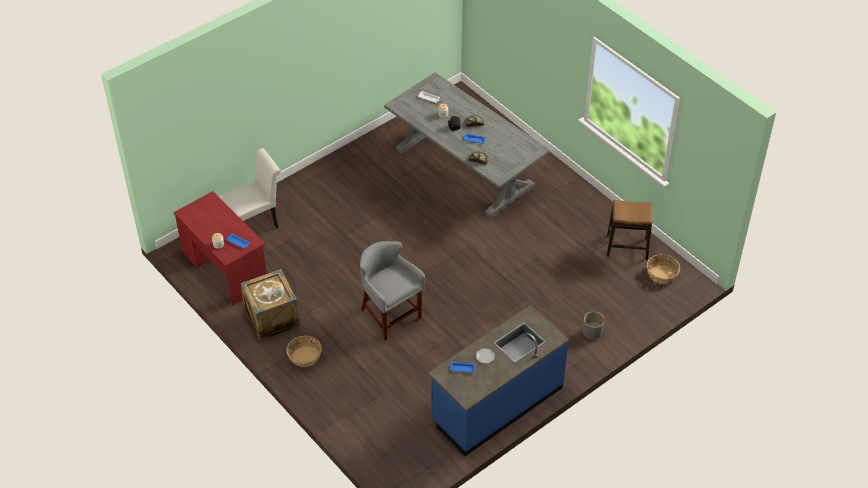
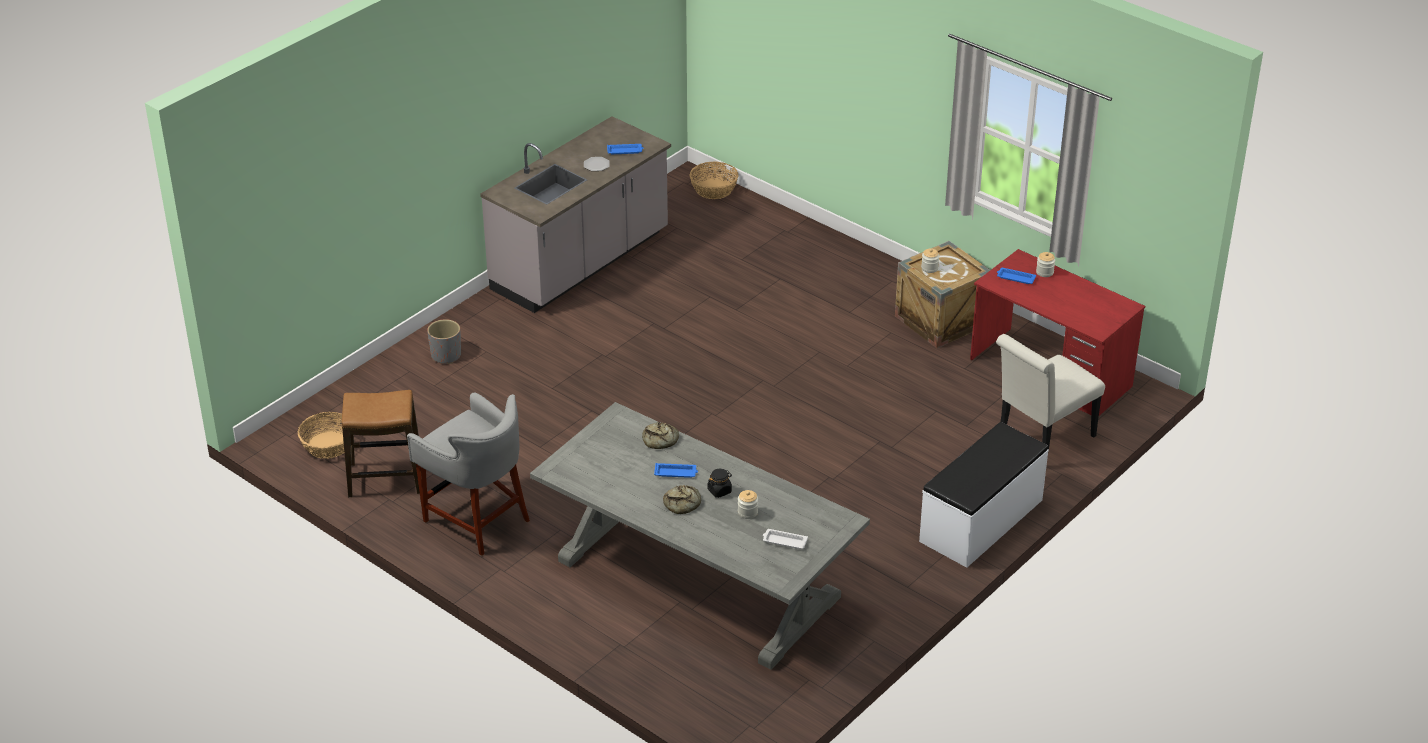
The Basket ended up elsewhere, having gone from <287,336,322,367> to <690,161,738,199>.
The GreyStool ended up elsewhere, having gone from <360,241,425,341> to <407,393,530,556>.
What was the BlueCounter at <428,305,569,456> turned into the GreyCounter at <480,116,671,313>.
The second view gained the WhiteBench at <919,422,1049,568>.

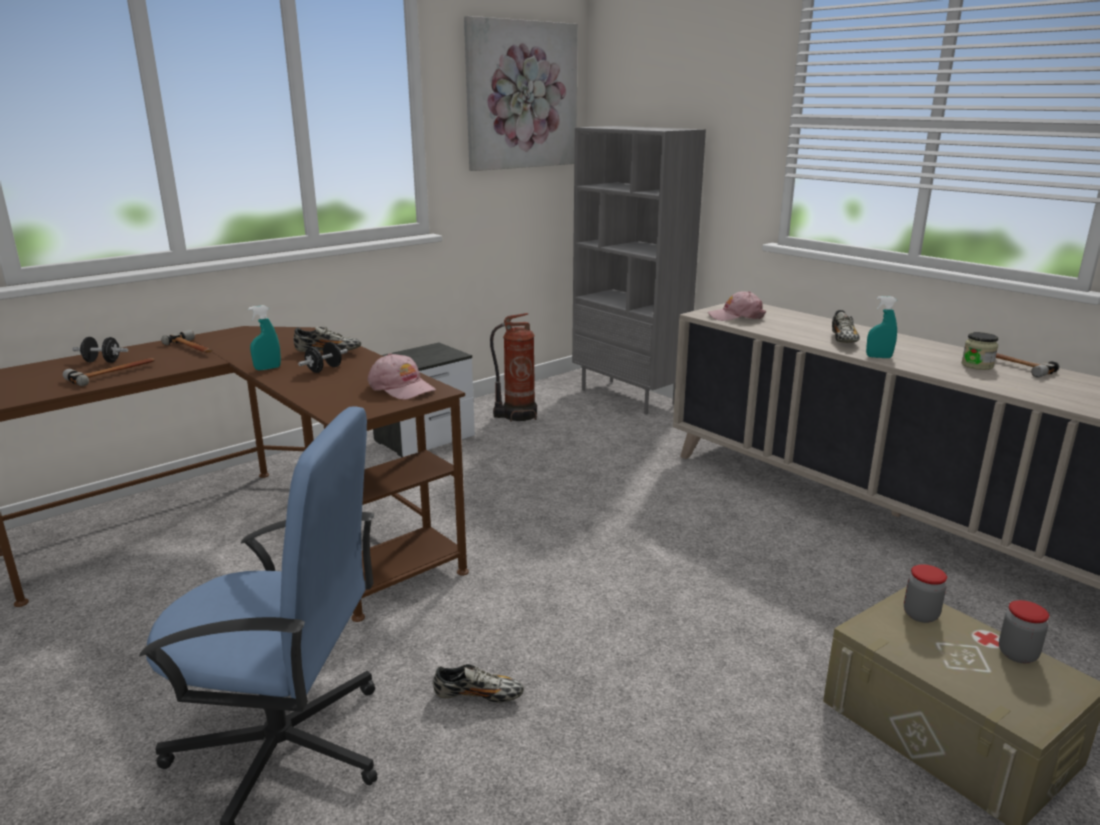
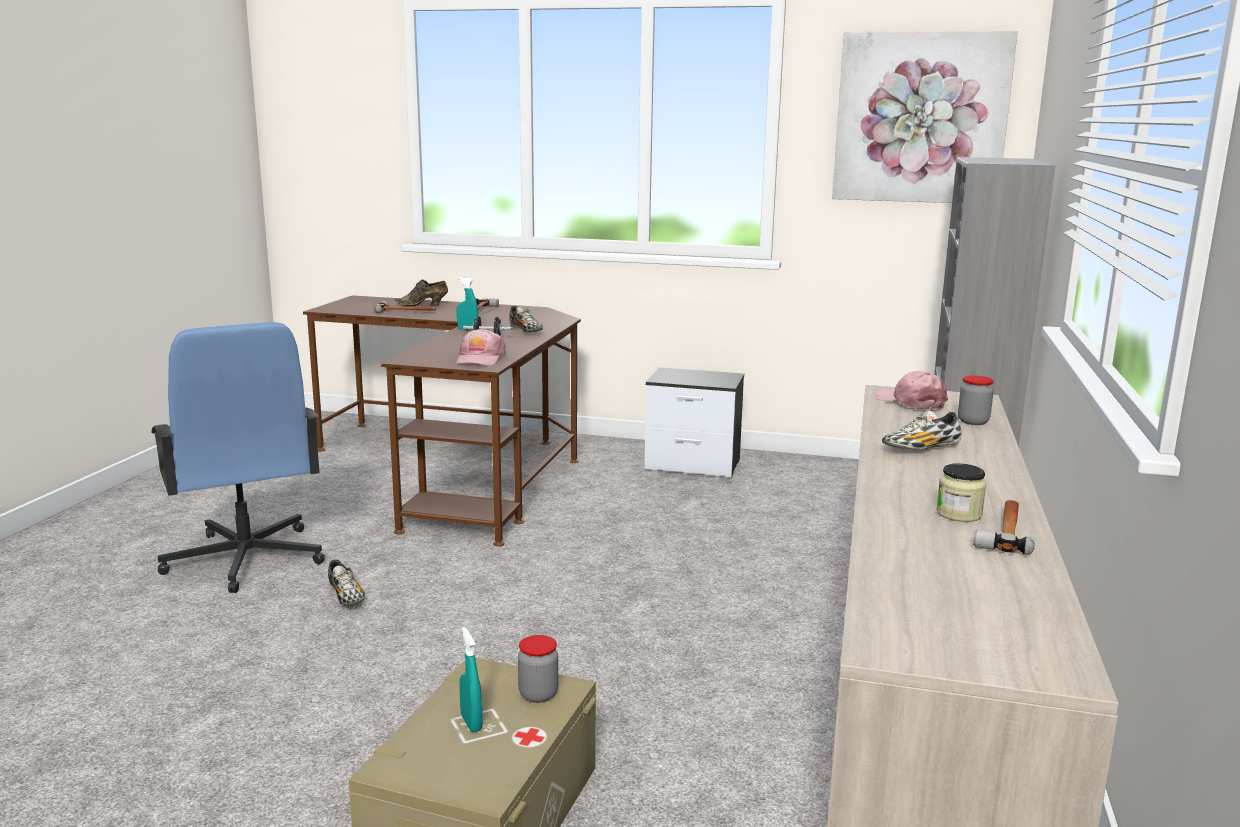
Where the BlackDumbbell stood at <72,337,128,363>, the BrownShoe came to stand at <394,279,448,306>.
The second view lost the FireExtinguisher at <490,313,537,422>.
The TurquoiseSprayBottle ended up elsewhere, having gone from <866,296,897,358> to <459,627,482,732>.
The Jar ended up elsewhere, having gone from <999,600,1049,663> to <958,375,994,425>.

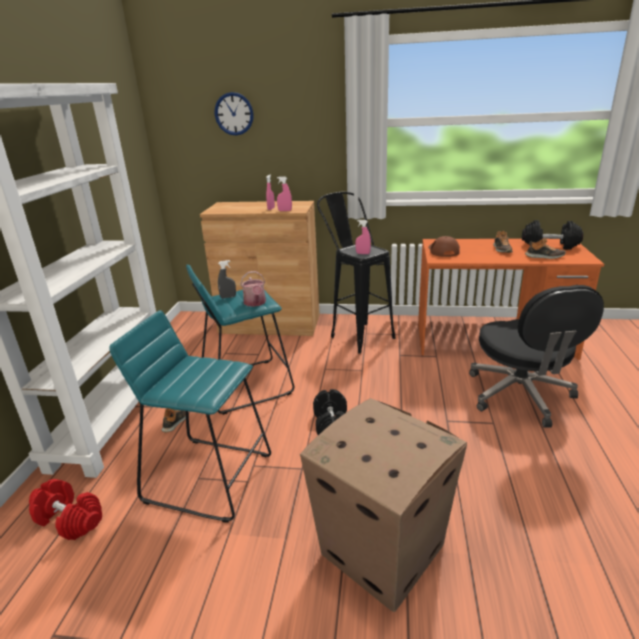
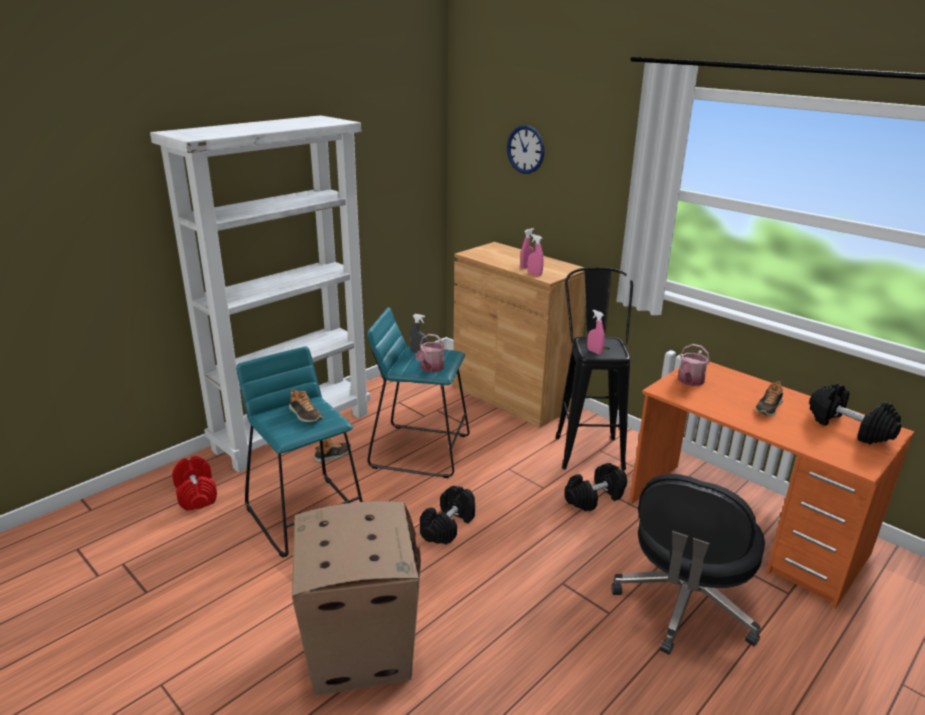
Where the BrownCap stood at <428,236,460,257>, the WateringCan came to stand at <678,344,710,386>.
The Shoe ended up elsewhere, having gone from <525,238,566,259> to <289,389,323,422>.
The second view gained the BlackDumbbell at <565,463,627,512>.

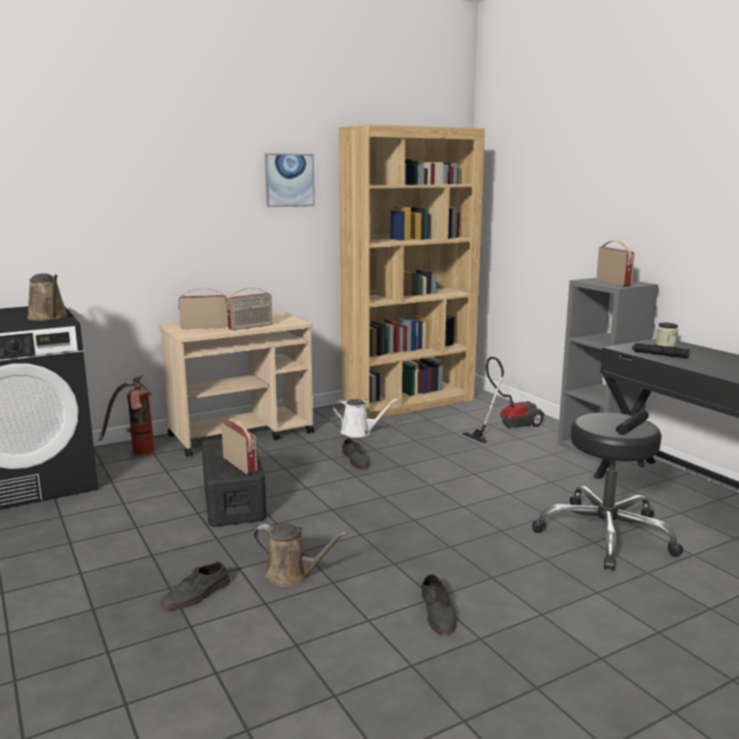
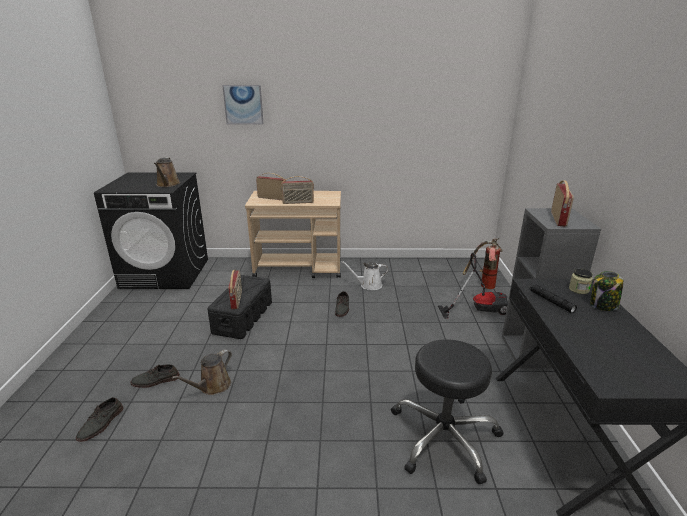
The FireExtinguisher ended up elsewhere, having gone from <99,375,155,455> to <463,238,503,289>.
The BrownWateringCan at <253,524,348,587> ended up facing another way, 75 degrees clockwise from before.
The Picture ended up elsewhere, having gone from <265,153,315,207> to <222,85,264,124>.
The WhiteWateringCan at <333,398,398,438> ended up facing another way, 135 degrees clockwise from before.
The second view lost the BrownBookcase at <339,124,485,419>.
The GreyShoe ended up elsewhere, having gone from <421,574,456,634> to <76,397,123,442>.
The second view lost the BlackFlashlight at <616,410,649,435>.
The second view gained the Jar at <590,271,624,311>.

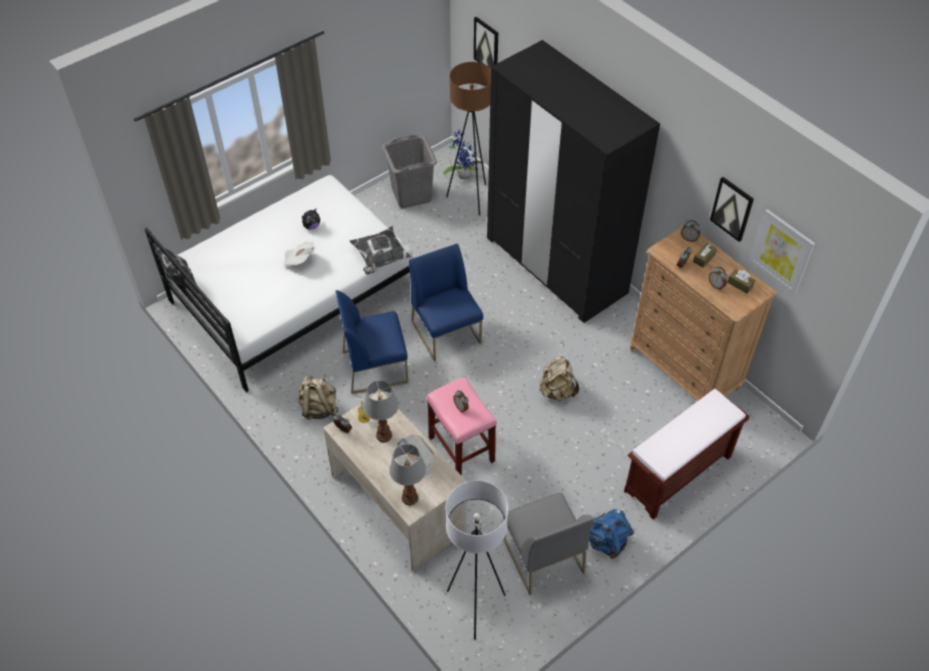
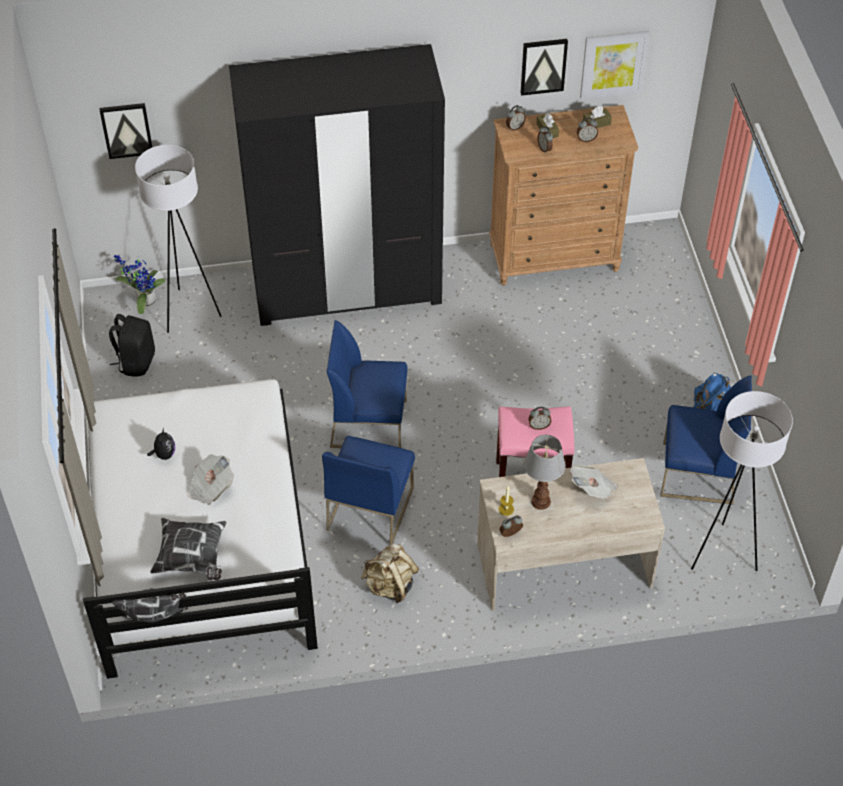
The Pillow ended up elsewhere, having gone from <350,226,411,275> to <150,518,226,580>.
Where the GreyLaundryBasket stood at <382,135,437,208>, the BlackBackpack came to stand at <109,314,155,377>.
The second view lost the TableLamp at <389,444,426,505>.
What was the BrownFloorLamp at <446,62,491,215> turned into the WhiteFloorLamp at <135,145,222,333>.
What was the GreyChair at <503,493,594,595> turned into the BlueChair at <660,375,752,505>.
The second view lost the BeigeBackpack at <539,355,579,401>.
The second view lost the BrownBench at <624,389,750,520>.

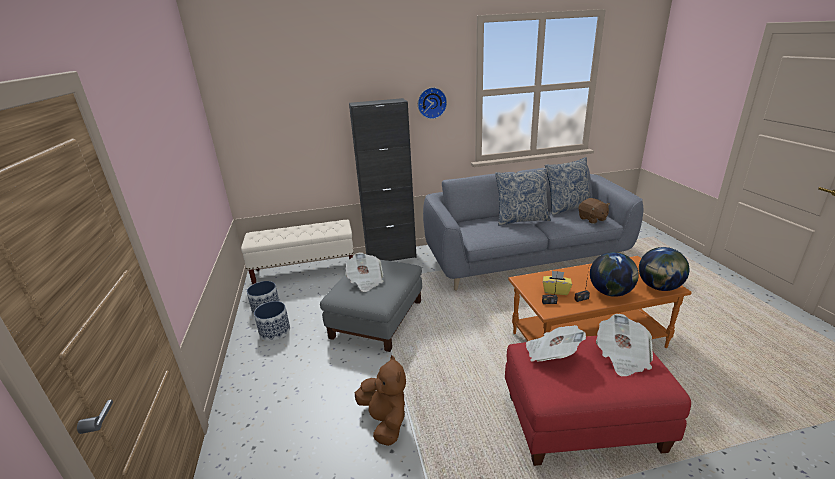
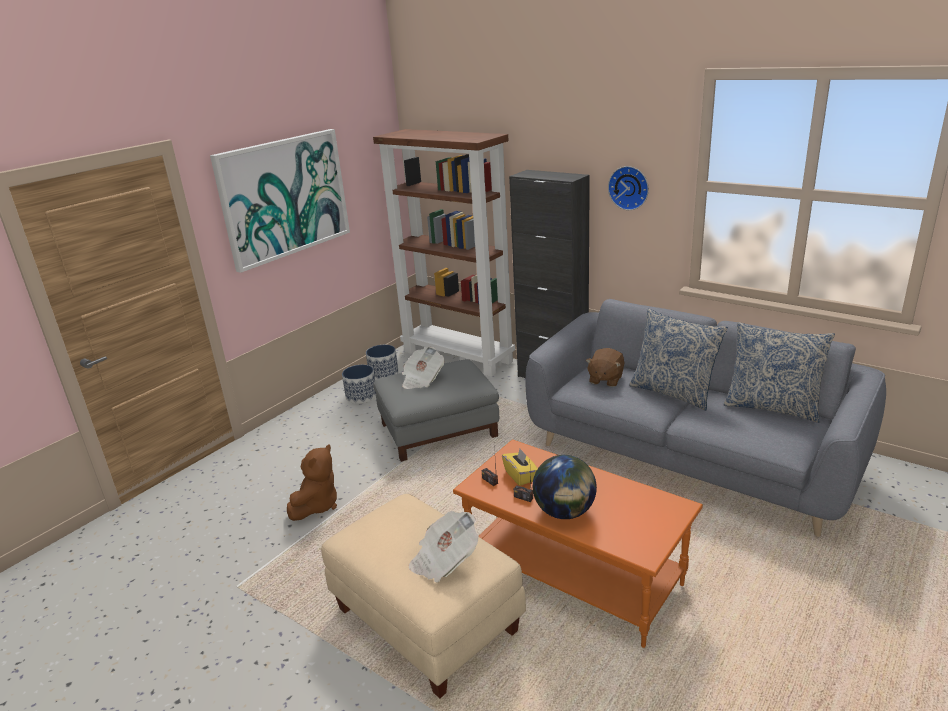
Where the BeigeBench stood at <241,220,354,285>, the BrownBookcase came to stand at <373,129,515,377>.
What was the RedOttoman at <505,336,691,466> turned into the BeigeOttoman at <321,494,526,698>.
The second view lost the Newspaper at <526,325,586,362>.
The BrownPlushToy ended up elsewhere, having gone from <579,198,610,224> to <586,348,625,387>.
The second view lost the Globe at <639,247,689,291>.
The second view gained the Picture at <210,129,350,273>.

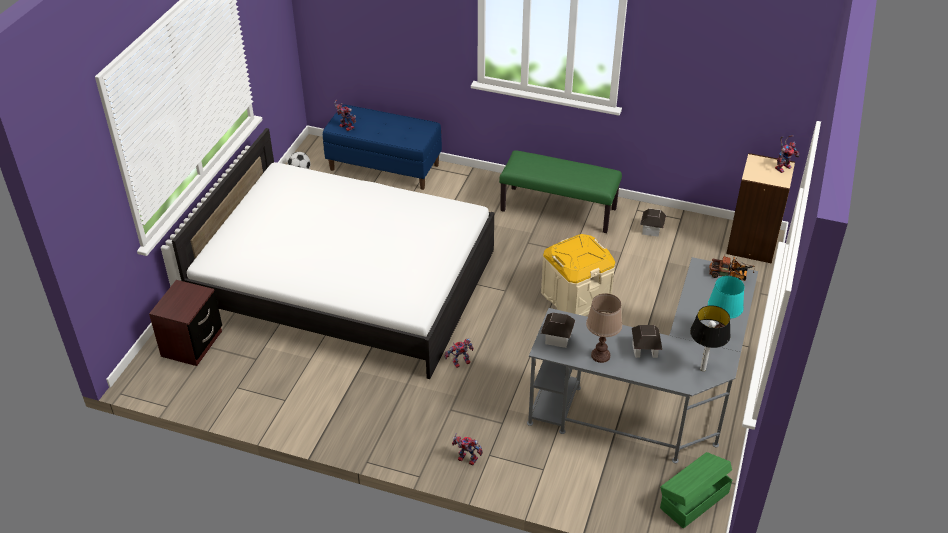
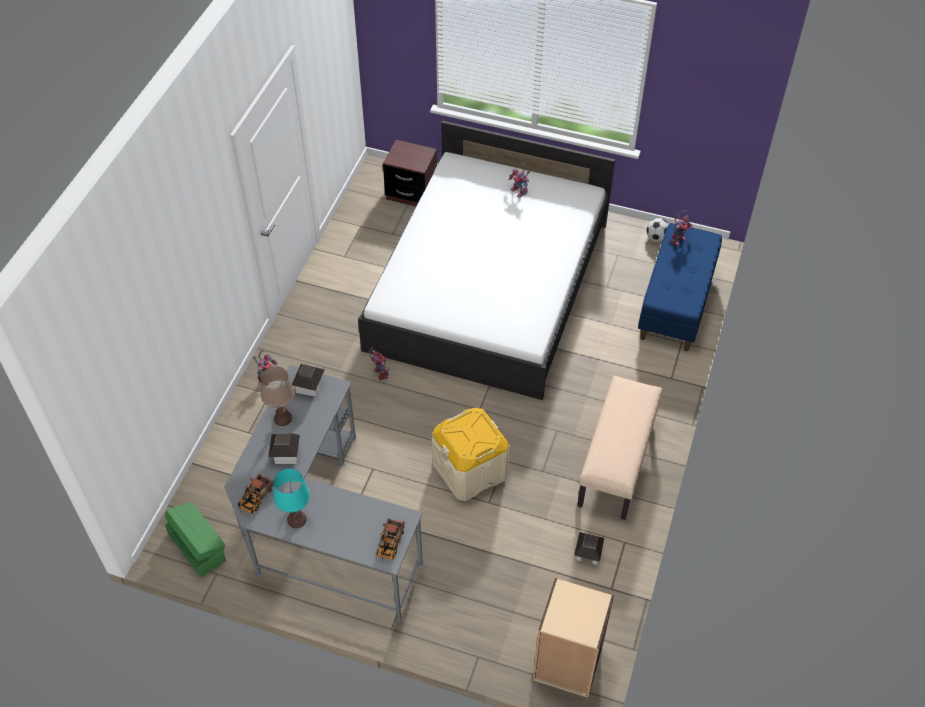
What was the GreenBench at <499,150,622,233> turned into the BeigeBench at <577,376,663,520>.
Where the TableLamp stood at <690,305,731,371>, the ToyTruck came to stand at <238,474,274,514>.
The ToyRobot ended up elsewhere, having gone from <775,135,799,173> to <508,162,530,198>.

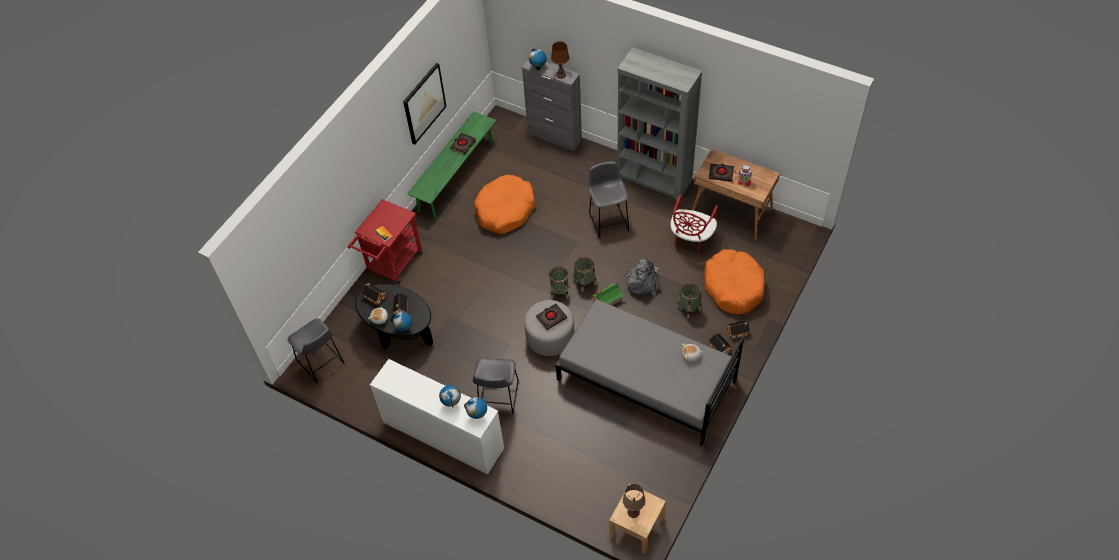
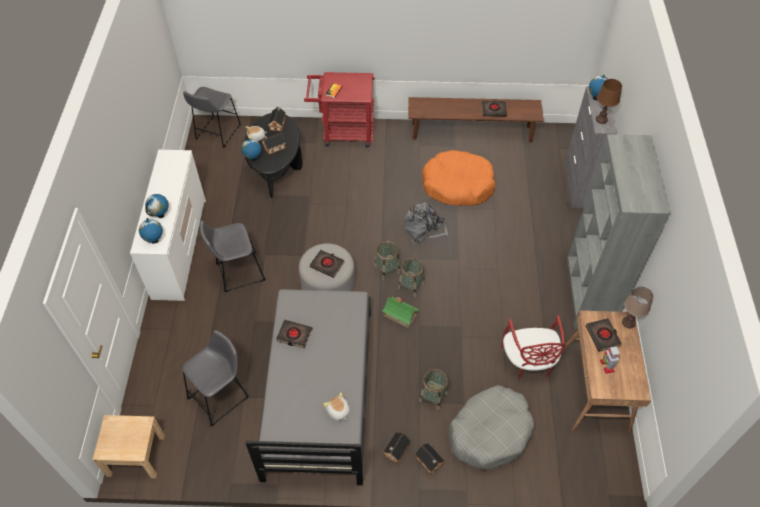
The second view lost the Picture at <403,63,447,145>.
What was the GreenBench at <407,111,496,219> turned into the BrownBench at <408,97,544,143>.
The GreyStool ended up elsewhere, having gone from <588,161,630,239> to <182,330,249,426>.
The BrownTableLamp ended up elsewhere, having gone from <623,484,646,518> to <622,287,653,329>.
The GreyBackpack ended up elsewhere, having gone from <625,259,660,296> to <404,202,448,243>.
The RedChair at <671,195,718,254> ended up facing another way, 90 degrees counterclockwise from before.
What was the OrangeDogBed at <704,249,765,314> turned into the GreyDogBed at <449,385,534,470>.
The second view gained the BlackBook at <276,320,312,348>.

